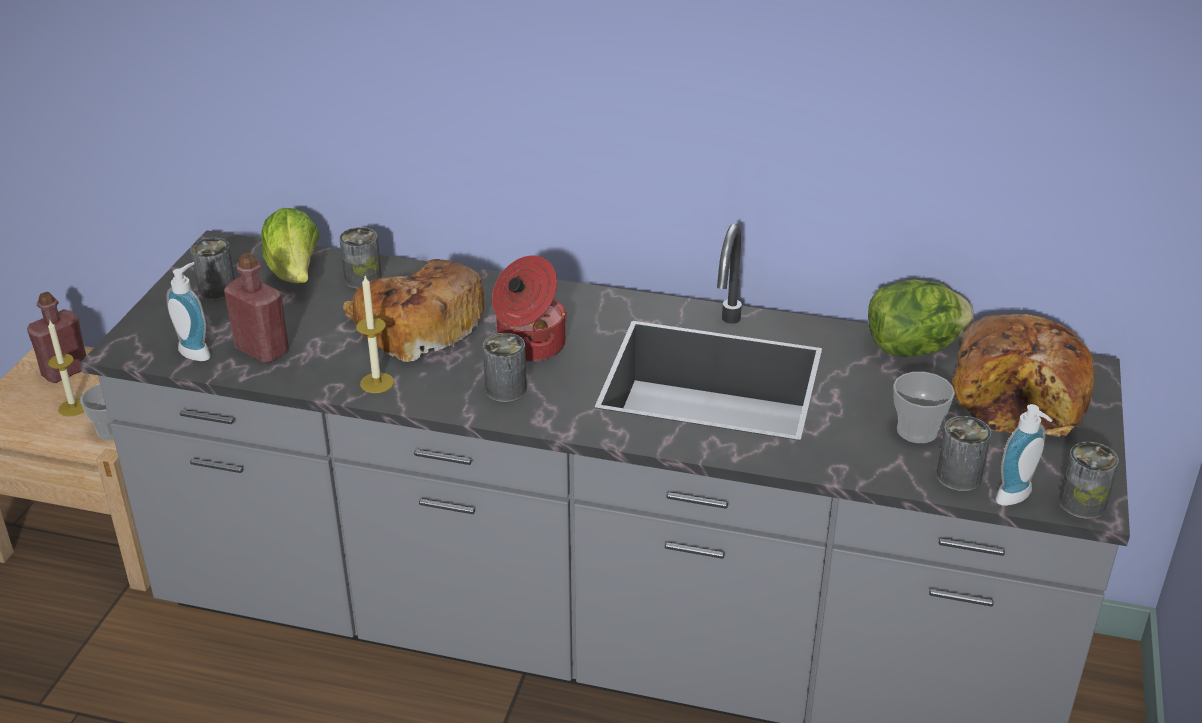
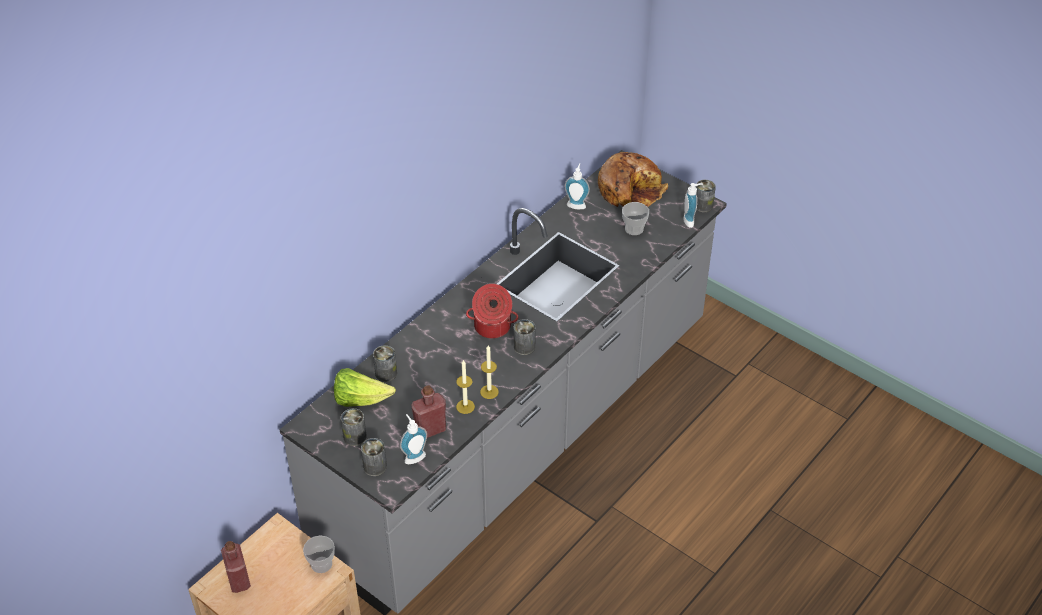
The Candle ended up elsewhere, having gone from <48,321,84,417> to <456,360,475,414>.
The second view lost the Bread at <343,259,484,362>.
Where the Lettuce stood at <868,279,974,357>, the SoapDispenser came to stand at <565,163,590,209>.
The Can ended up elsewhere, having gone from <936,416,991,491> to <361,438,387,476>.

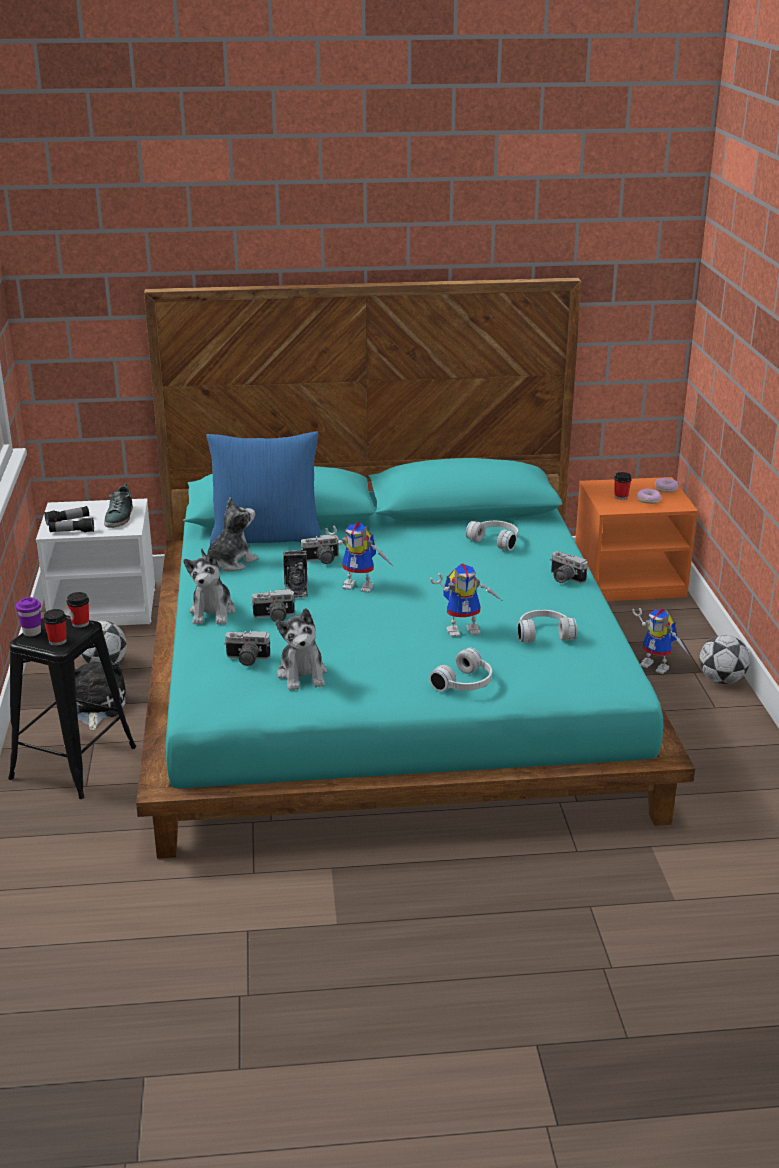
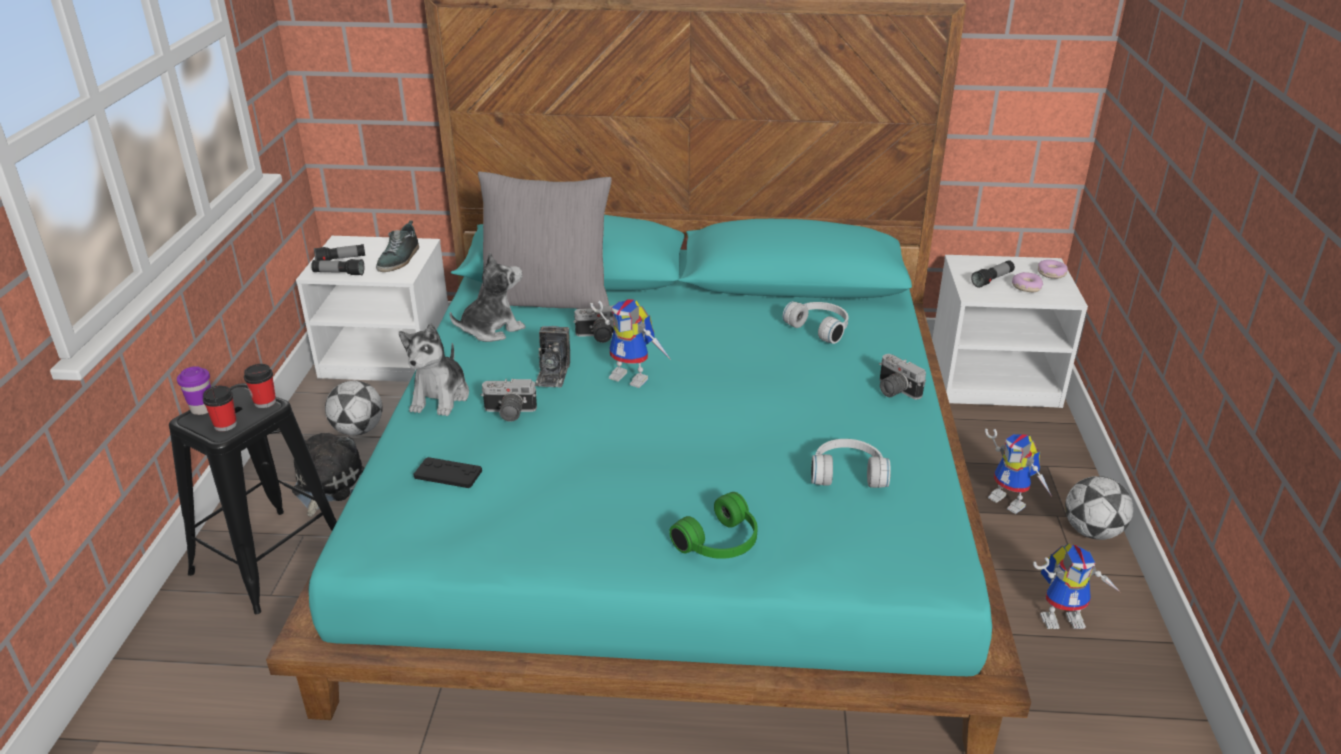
What was the BluePillow at <206,432,322,545> turned into the GreyPillow at <478,171,612,309>.
Where the PhotoCamera stood at <224,631,270,666>, the BlackGameController came to stand at <414,457,482,488>.
The second view lost the PlushToy at <276,608,327,691>.
What was the WhiteHeadphones at <429,648,492,692> turned into the GreenHeadphones at <669,492,758,559>.
The ToyRobot ended up elsewhere, having gone from <430,564,504,637> to <1033,543,1120,629>.
What was the OrangeNightstand at <575,477,698,601> turned into the WhiteNightstand at <932,255,1088,408>.
Where the Cup stood at <614,472,632,500>, the Flashlight came to stand at <971,260,1015,288>.

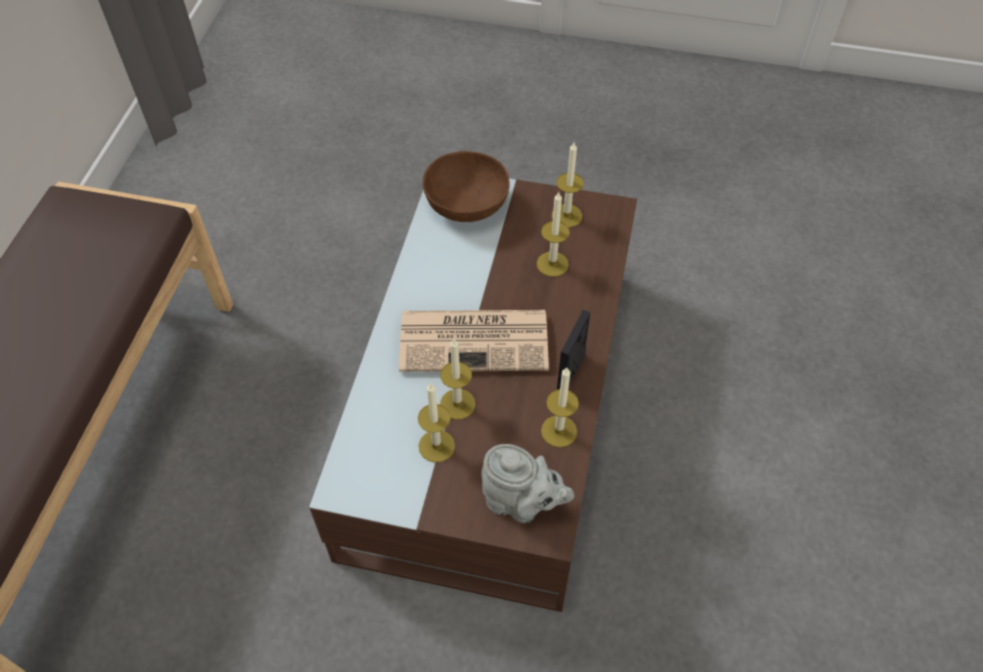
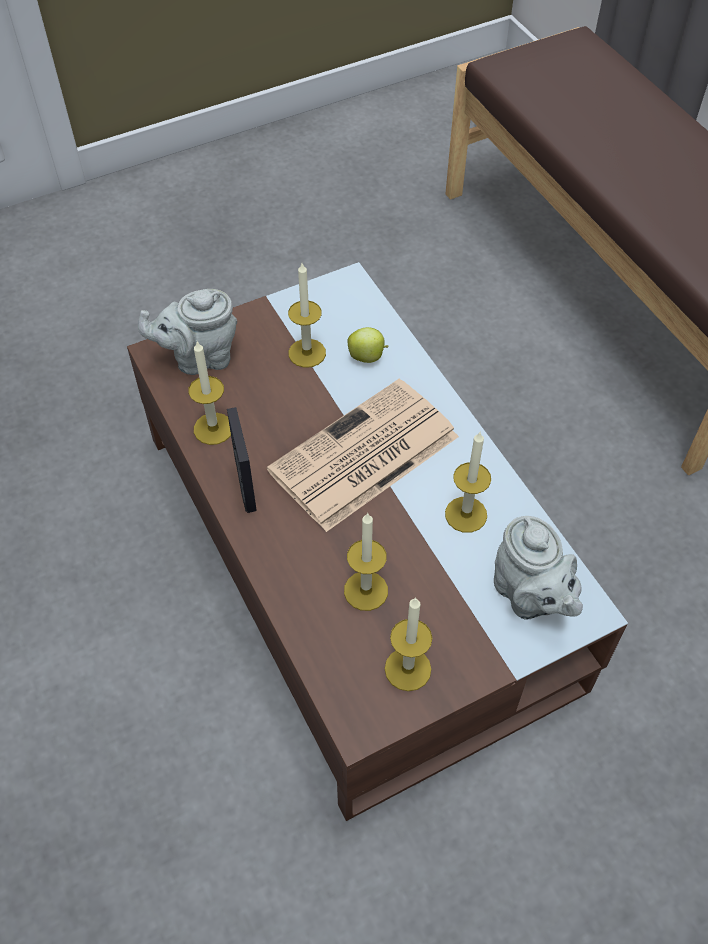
Where the BrownBowl stood at <423,151,510,222>, the GreyTeapot came to stand at <494,516,583,620>.
The Candle ended up elsewhere, having gone from <440,339,475,420> to <445,431,491,533>.
The second view gained the Apple at <347,327,389,363>.

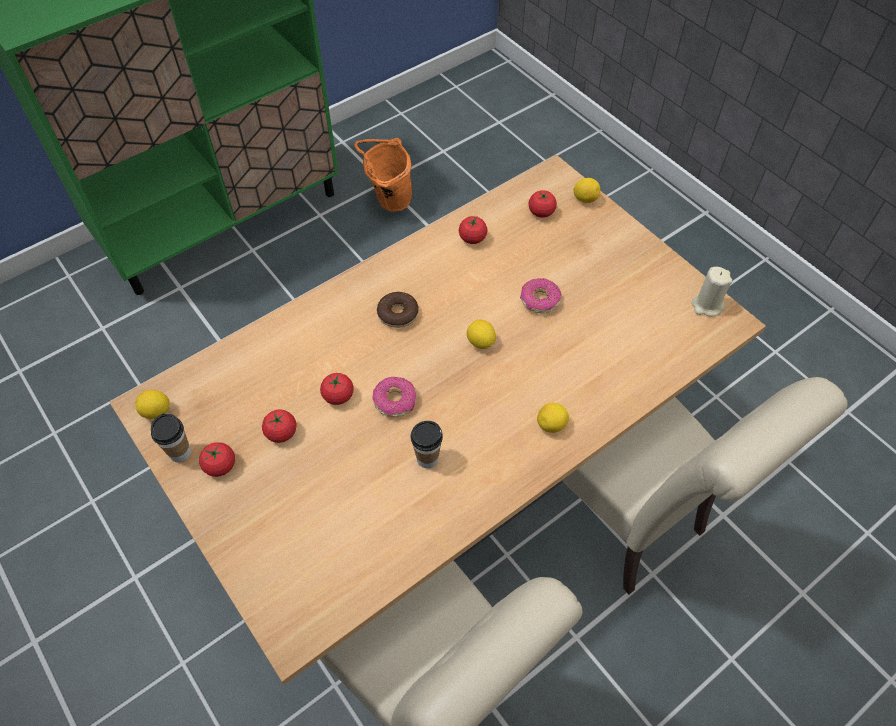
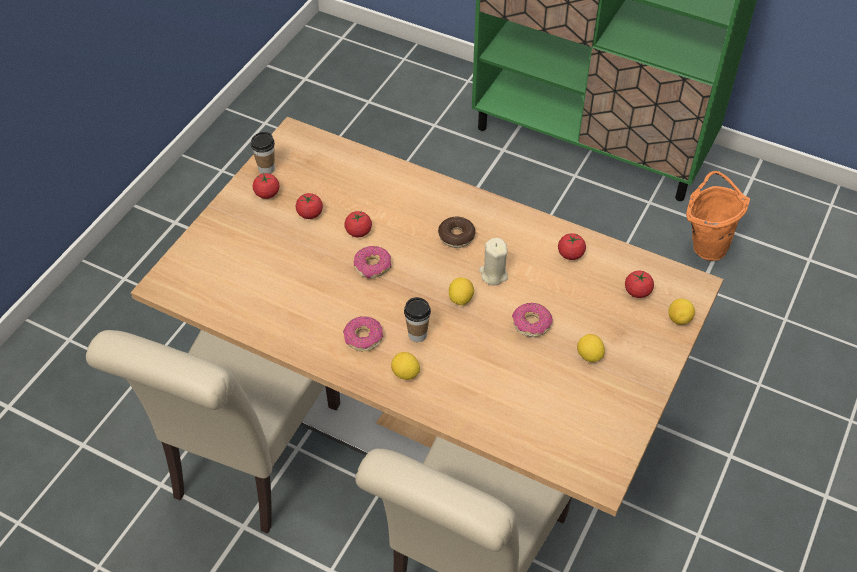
The Lemon ended up elsewhere, having gone from <135,390,170,419> to <577,334,605,362>.
The Cup ended up elsewhere, having gone from <410,421,443,468> to <404,297,431,342>.
The BeigeCandle ended up elsewhere, having gone from <691,267,732,317> to <479,238,508,285>.
The second view gained the Donut at <343,316,383,352>.

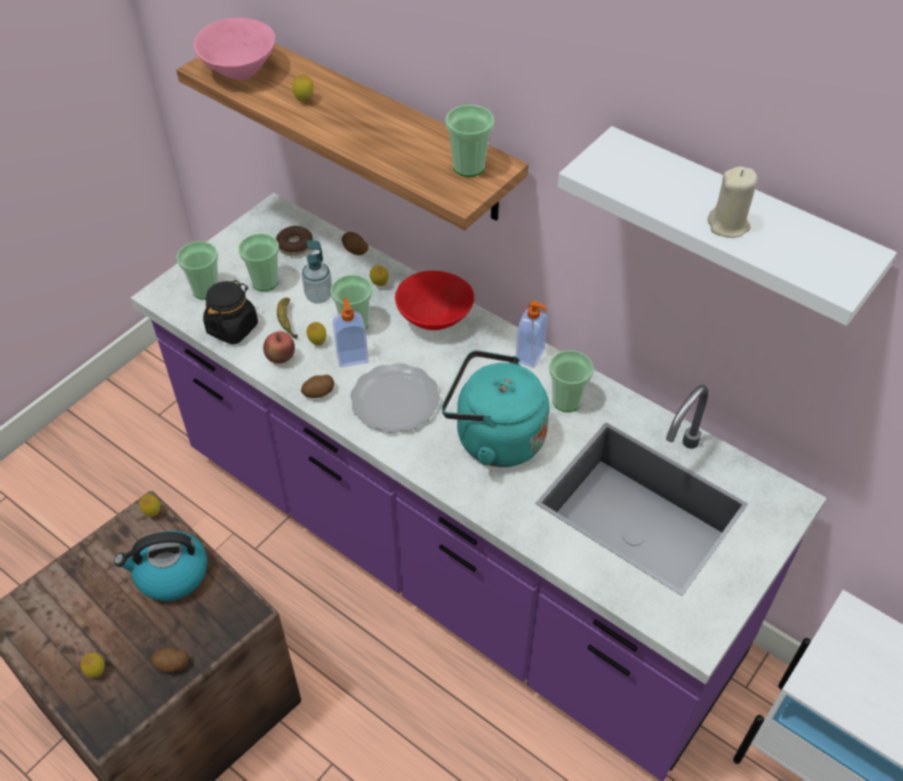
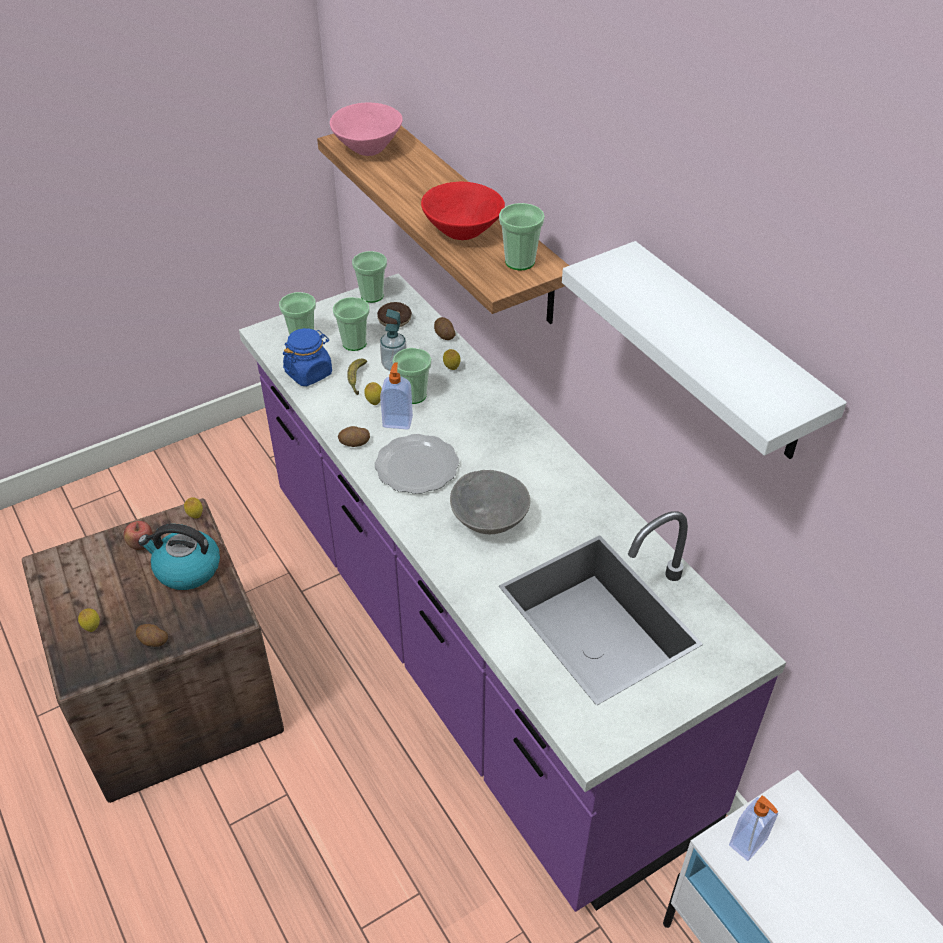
What was the BlackJar at <203,280,258,344> turned into the BlueJar at <283,328,332,386>.
The Apple ended up elsewhere, having gone from <263,331,295,363> to <123,521,153,550>.
The second view lost the Lemon at <292,74,314,102>.
The RedBowl ended up elsewhere, having gone from <395,271,474,330> to <421,182,505,240>.
Where the TurquoiseKettle stood at <442,350,549,467>, the GreyBowl came to stand at <450,470,530,534>.
The SoapDispenser ended up elsewhere, having gone from <516,301,548,368> to <729,796,778,861>.
The Cup ended up elsewhere, having gone from <549,350,594,412> to <352,251,387,303>.
The second view lost the BeigeCandle at <708,167,757,238>.

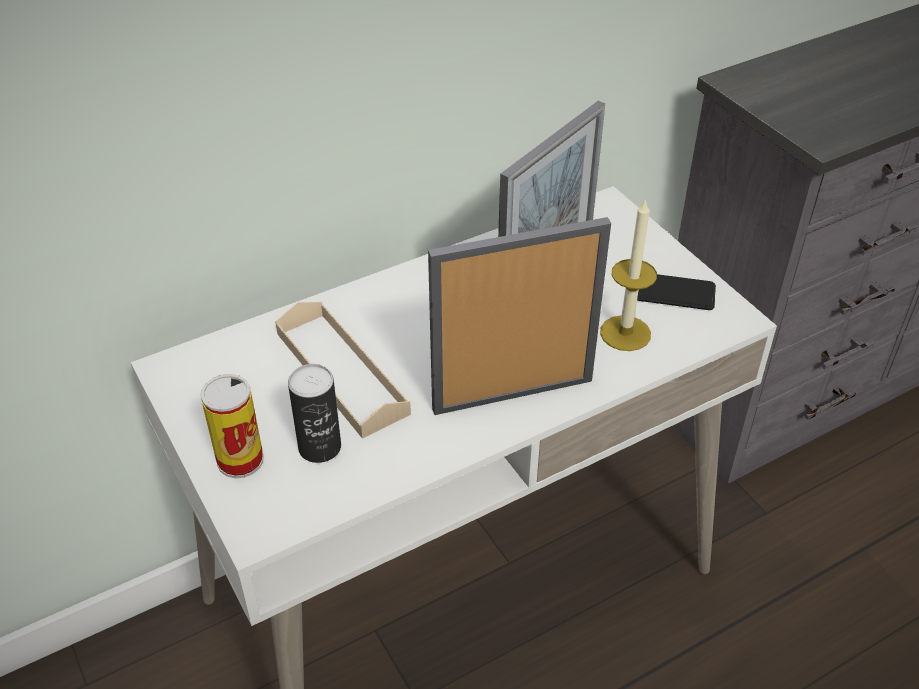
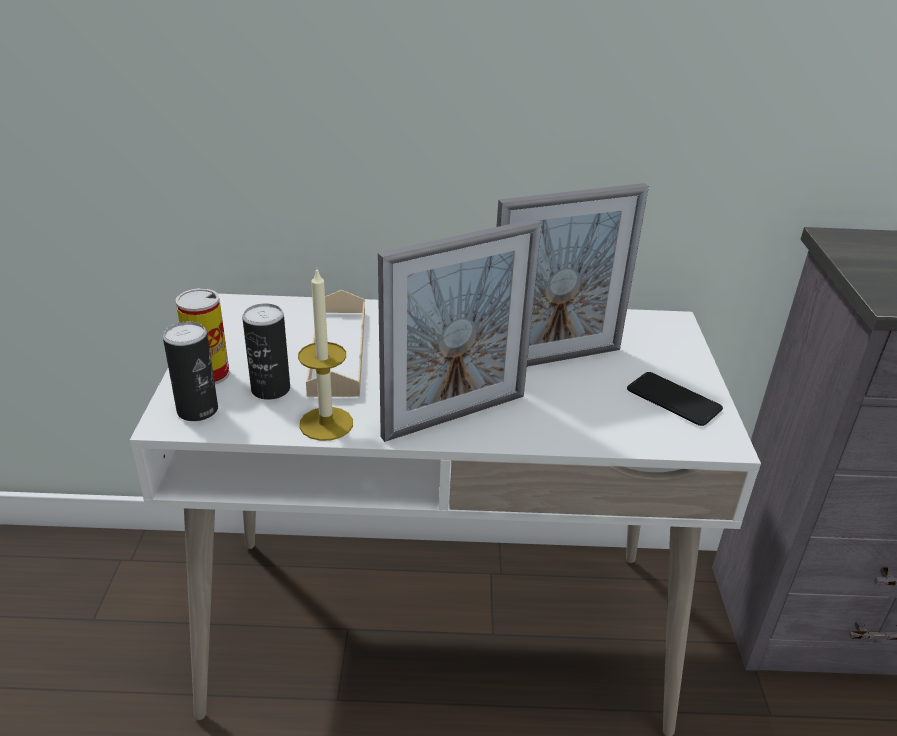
The PictureFrame at <428,217,611,415> ended up facing another way, 135 degrees clockwise from before.
The Candle ended up elsewhere, having gone from <600,198,657,351> to <298,267,353,441>.
The second view gained the Can at <163,322,218,421>.

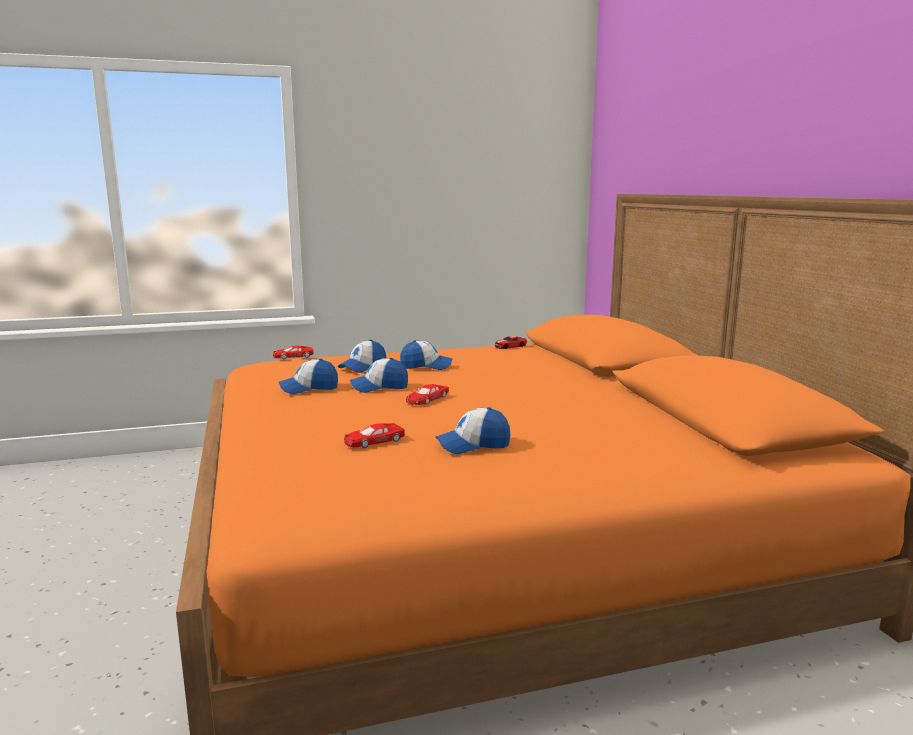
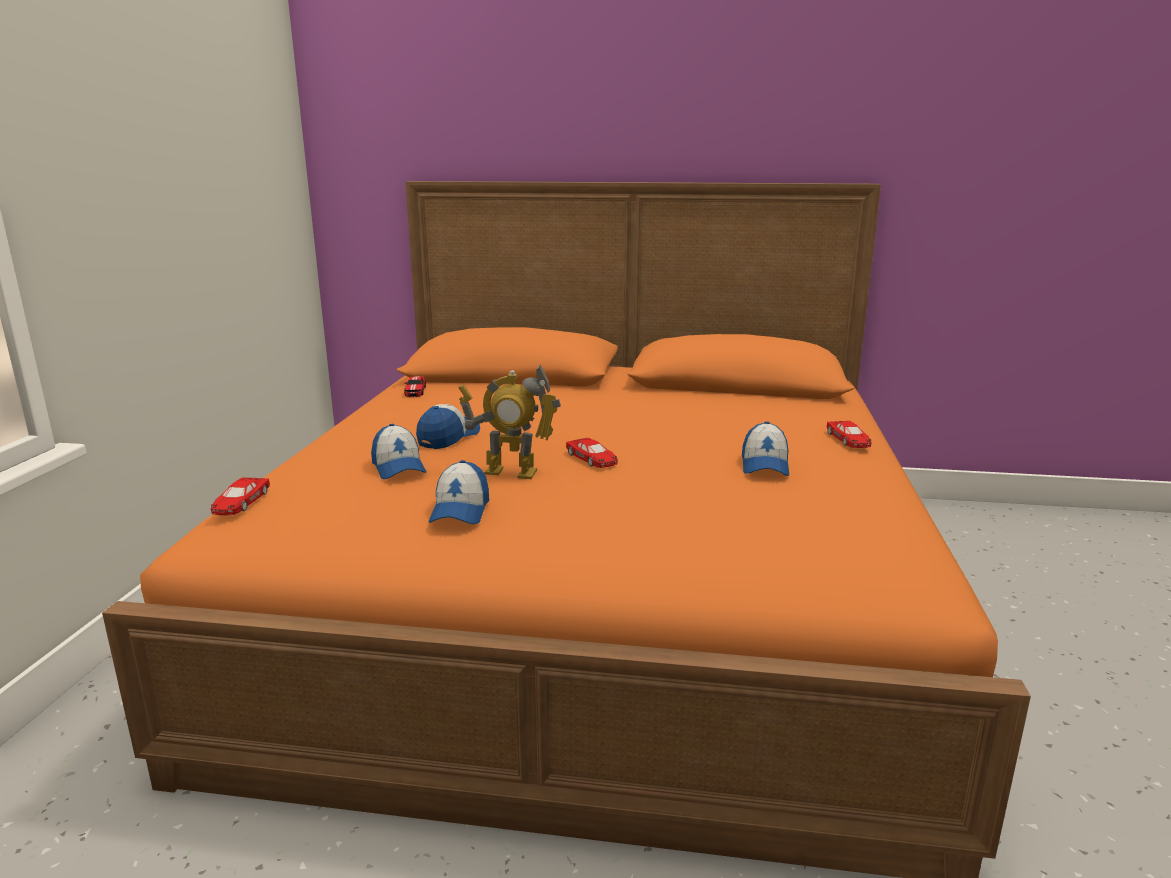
The RedToyCar ended up elsewhere, having gone from <344,423,405,448> to <827,421,872,448>.
Where the Cap stood at <350,358,408,393>, the ToyRobot came to stand at <458,364,561,479>.

